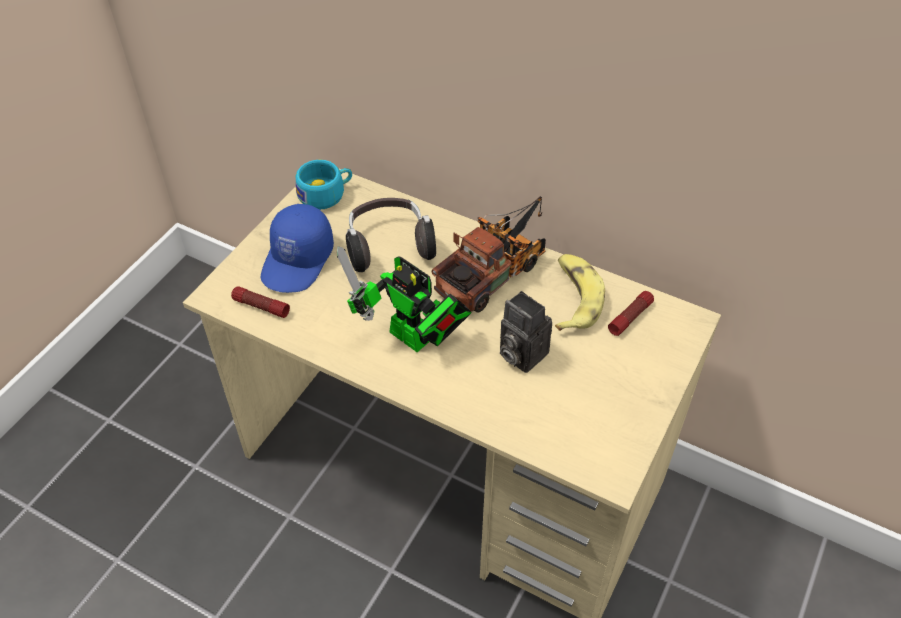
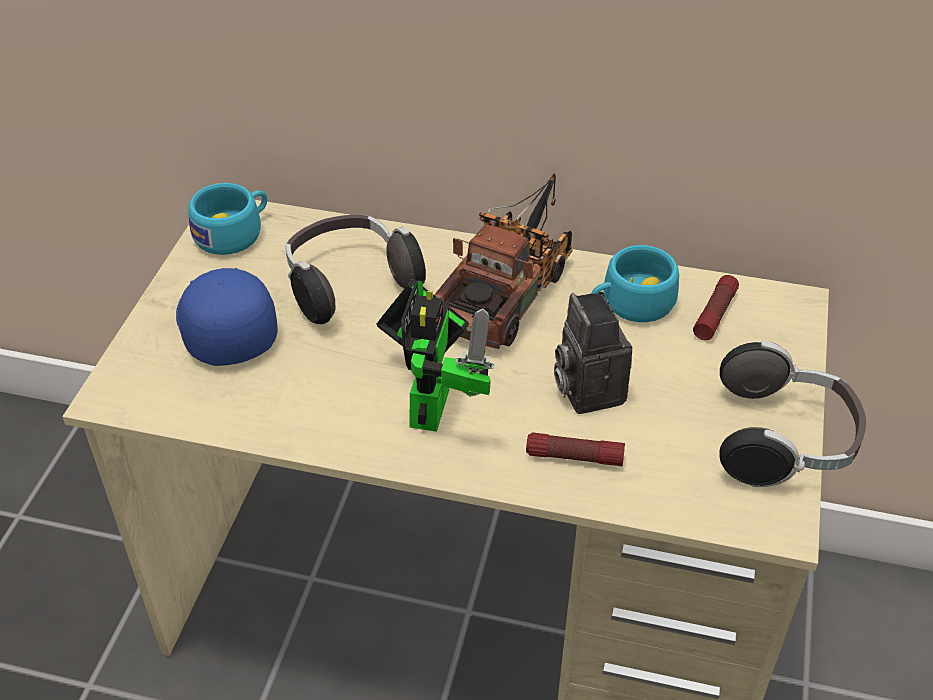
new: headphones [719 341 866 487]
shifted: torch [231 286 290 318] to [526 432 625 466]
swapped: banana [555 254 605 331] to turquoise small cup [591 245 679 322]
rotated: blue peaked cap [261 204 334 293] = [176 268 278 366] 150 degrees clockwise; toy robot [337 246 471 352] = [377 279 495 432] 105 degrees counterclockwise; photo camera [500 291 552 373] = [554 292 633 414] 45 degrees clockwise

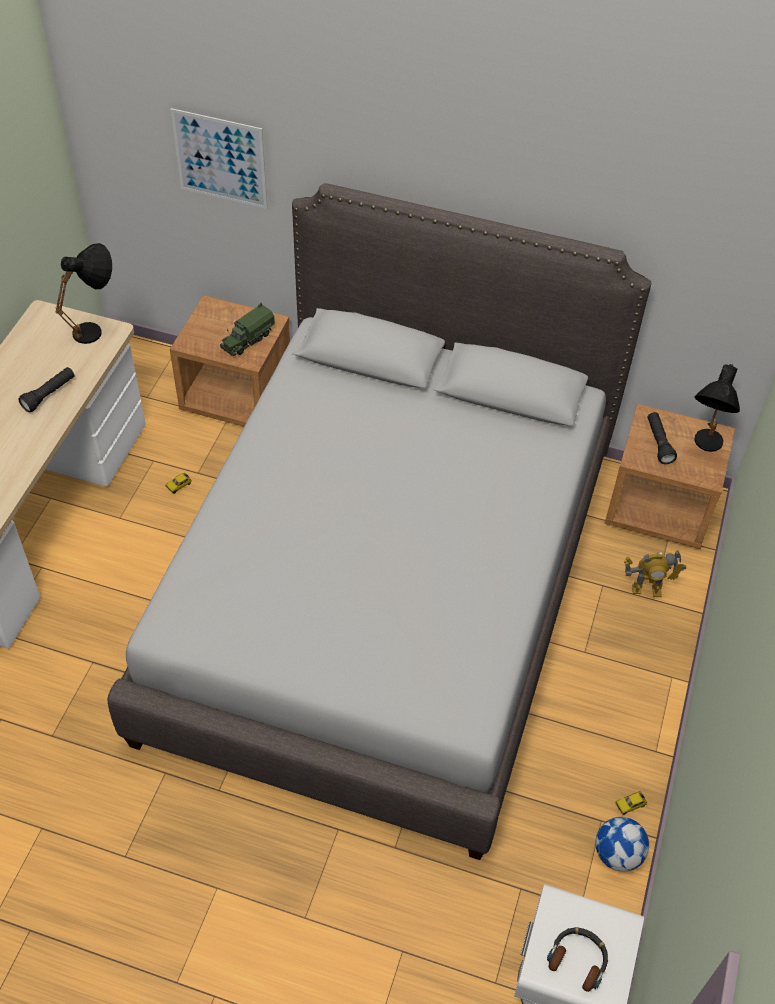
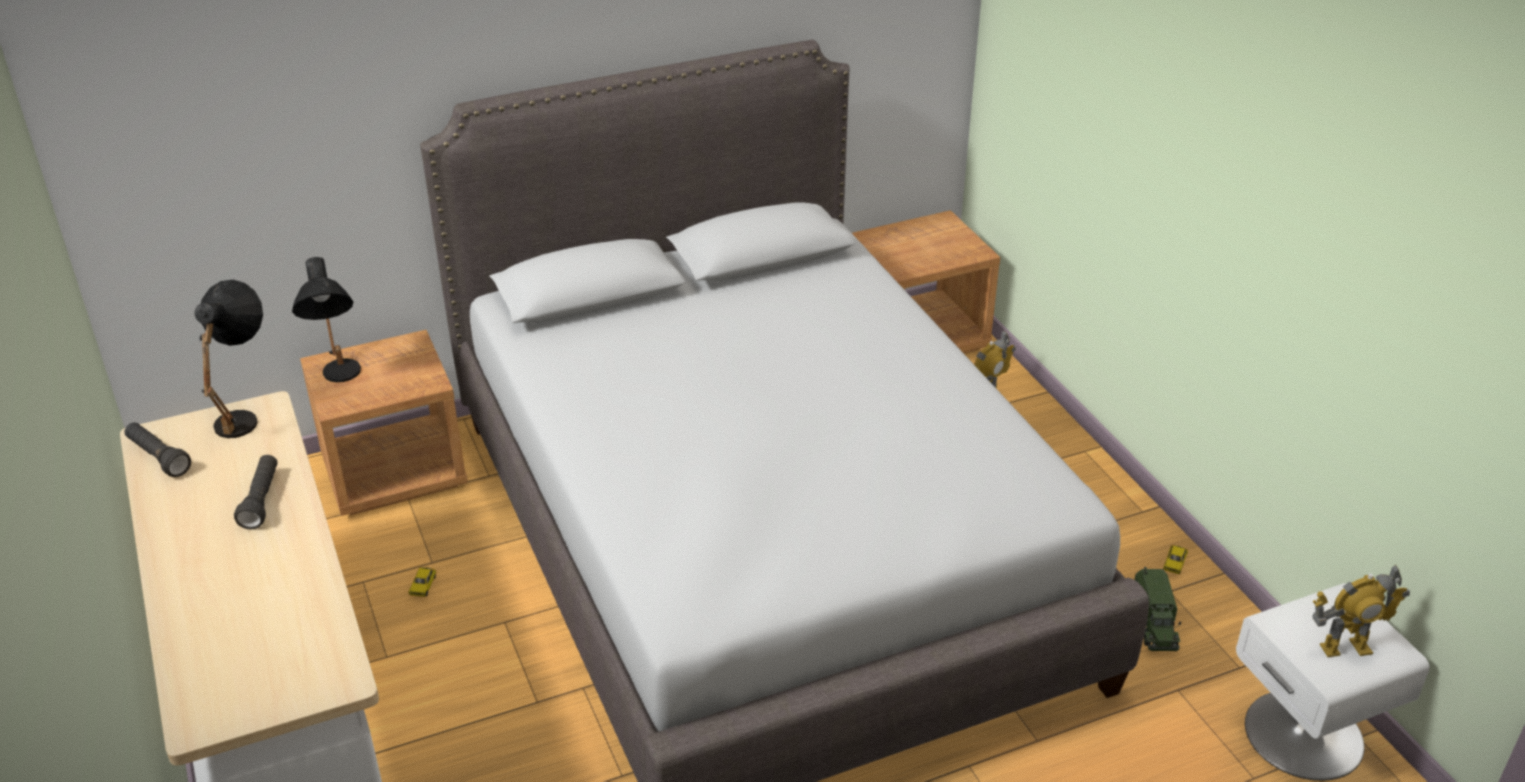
gone: wall picture [171 108 268 209]; ball for football [595 817 649 872]
shifted: model truck [220 303 275 356] to [1134 567 1181 651]; black tabletop lamp [694 364 740 452] to [292 257 361 382]; black torch [648 412 677 464] to [124 422 191 477]
swapped: headphones [547 927 608 992] to toy robot [1312 565 1410 657]

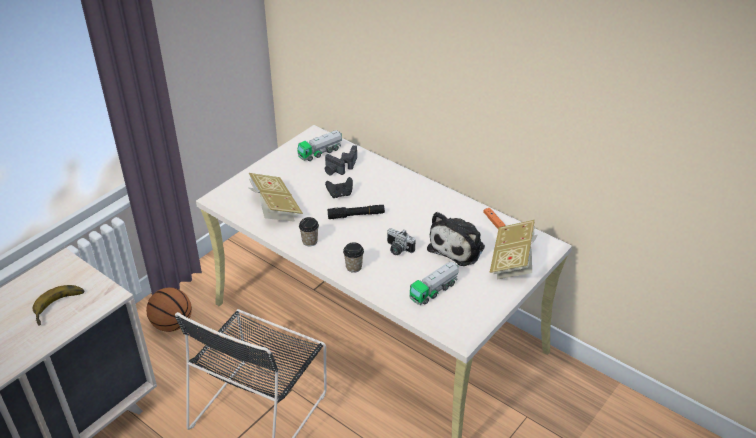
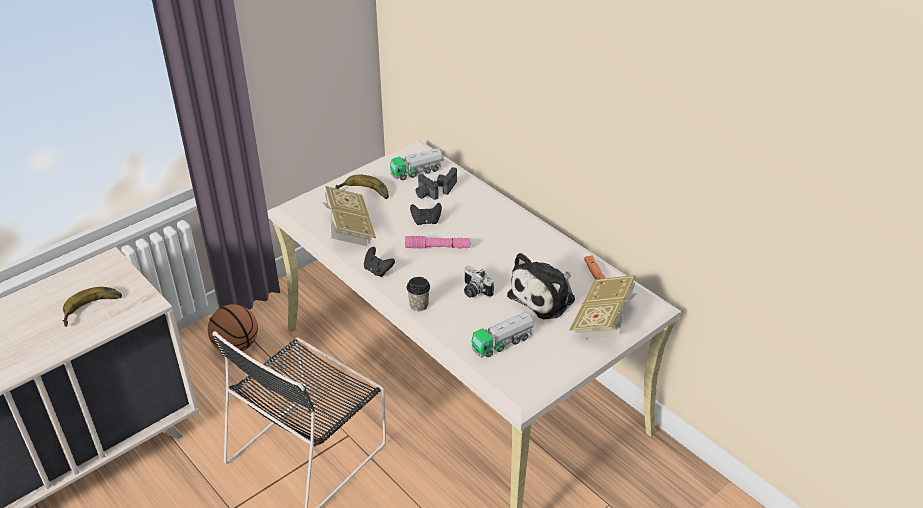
new: banana [335 175 389 199]
swapped: small cup [299 217 319 246] to black joypad [364 247 395 277]
repainted: black torch [328 205 385 219] to pinkish torch [405 236 471 249]

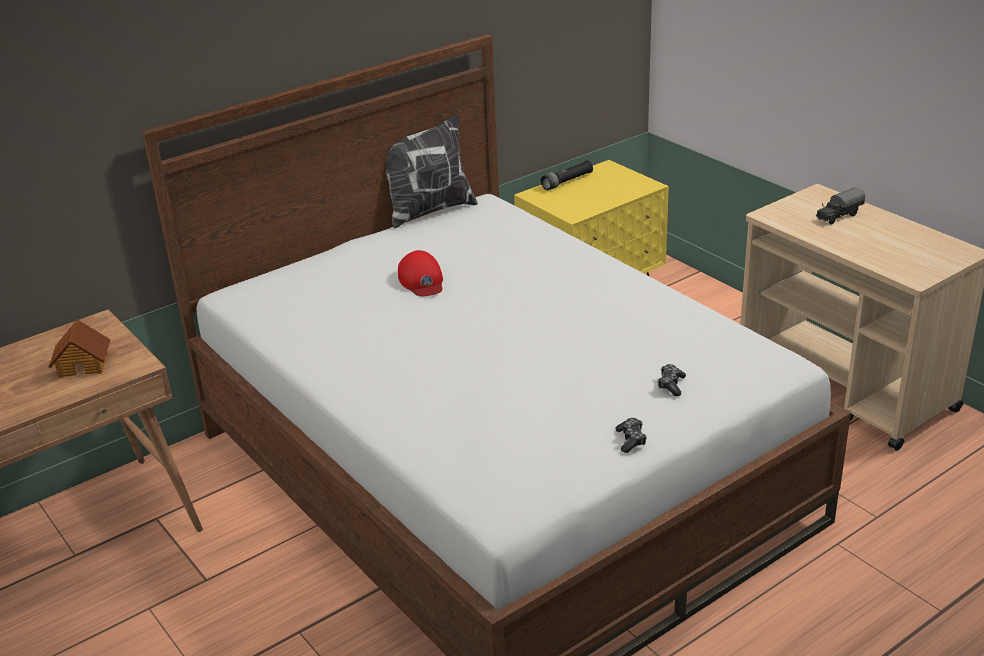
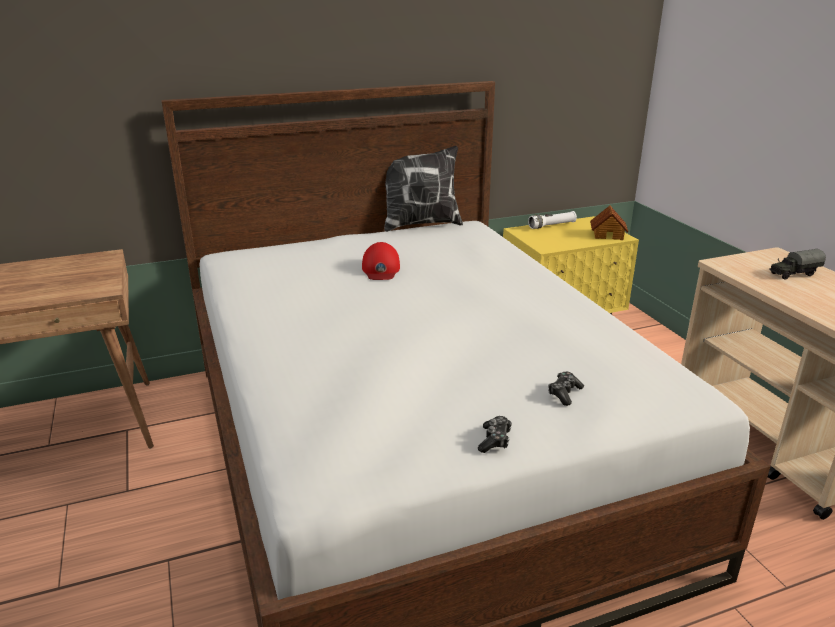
shifted: model house [48 319 110 378] to [590 205 628 240]
repainted: black torch [541 160 593 190] to white torch [528 211 577 229]

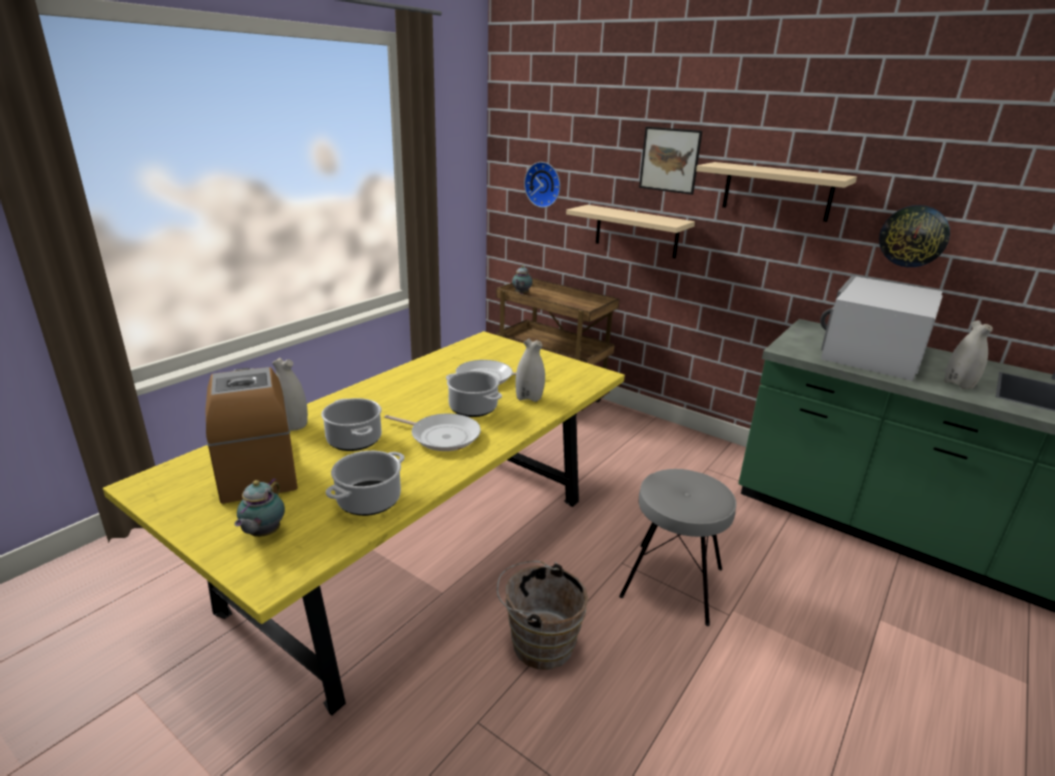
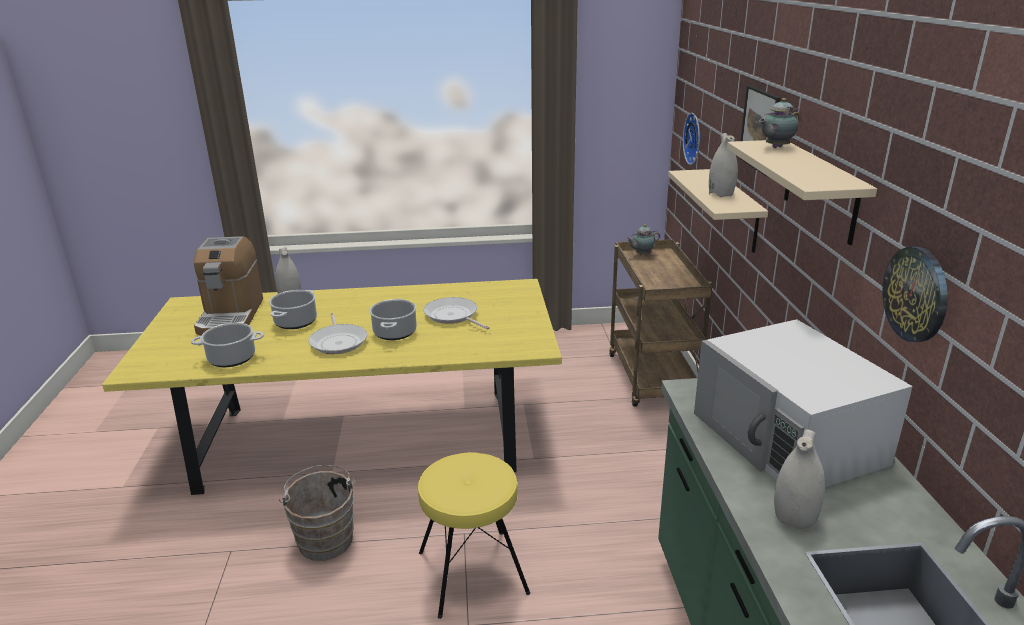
shifted: white decorative vase [515 338 545 402] to [709 133 738 197]; pot for tea [234 479 285 537] to [759 98 800 148]
repainted: greyish stool [619 469 736 626] to yellow-coloured stool [418 452 530 619]
rotated: white microwave oven [820 276 943 381] = [694 319 913 487] 105 degrees counterclockwise; coffee brewer [205 367 298 504] = [194 236 263 336] 150 degrees clockwise

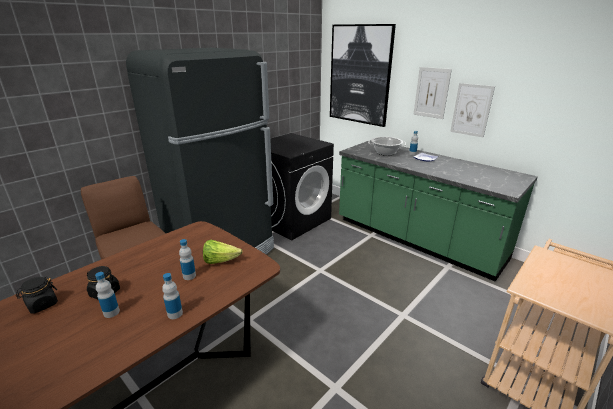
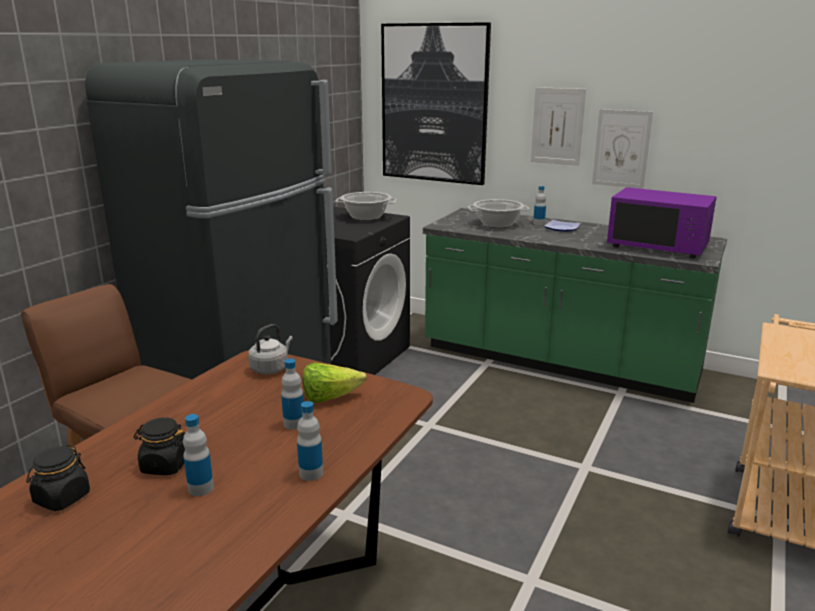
new: purple microwave oven [607 187 717 258]; cooking pot [335 192 397 221]; greyish kettle [248 324 293 374]

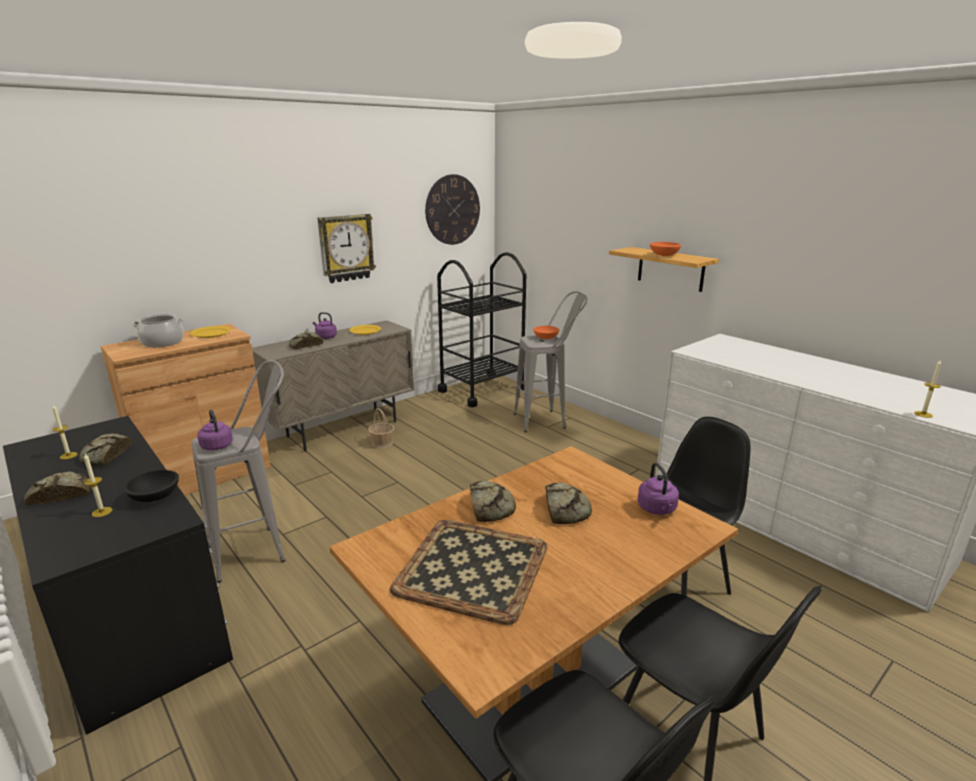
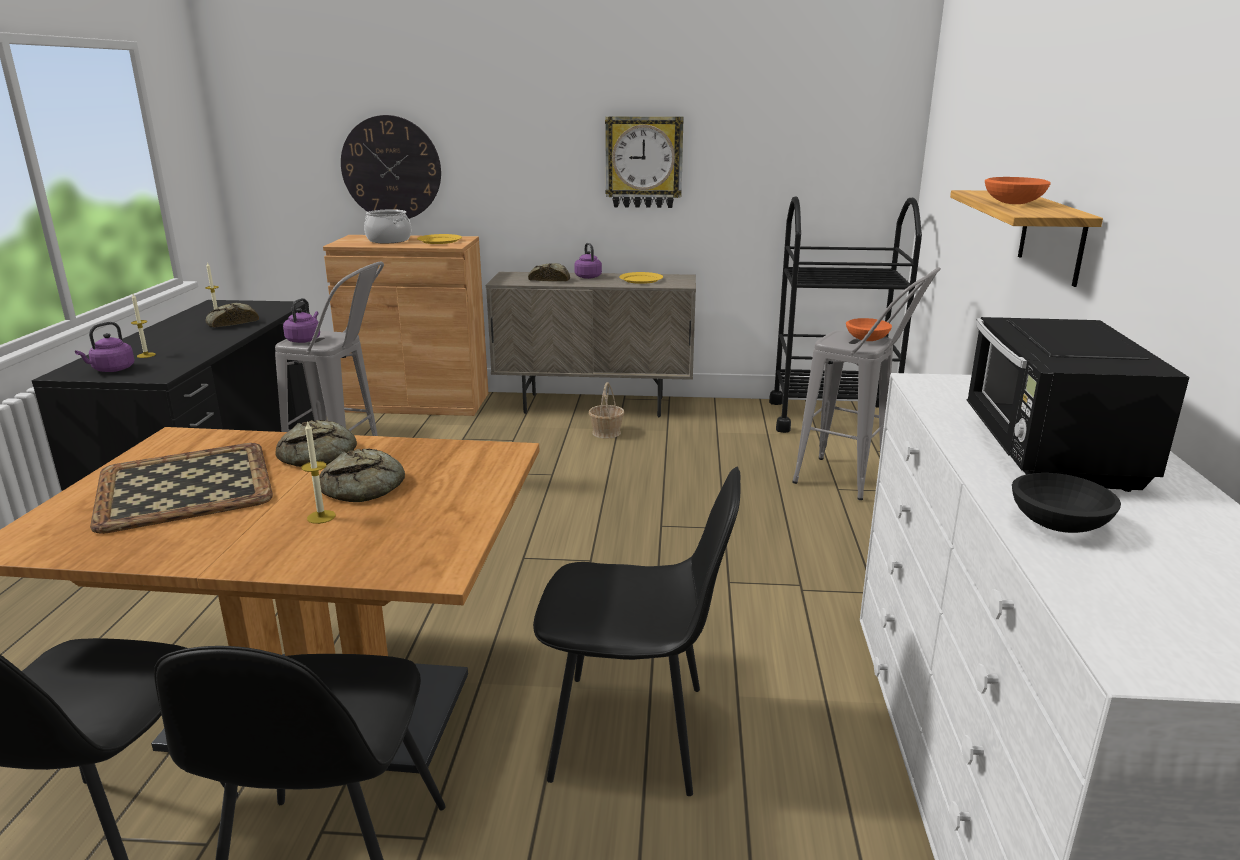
gone: bakery bread [24 471 92 506]
new: black microwave oven [967 317 1189 492]
shifted: clock on the wall [425 174 480 245] to [341 115 441 219]; wax light [914 360 941 418] to [302 421 336 524]; purple kettle [638 462 679 515] to [75 322 134 372]; black deep dish [124 470 179 502] to [1012 473 1121 533]

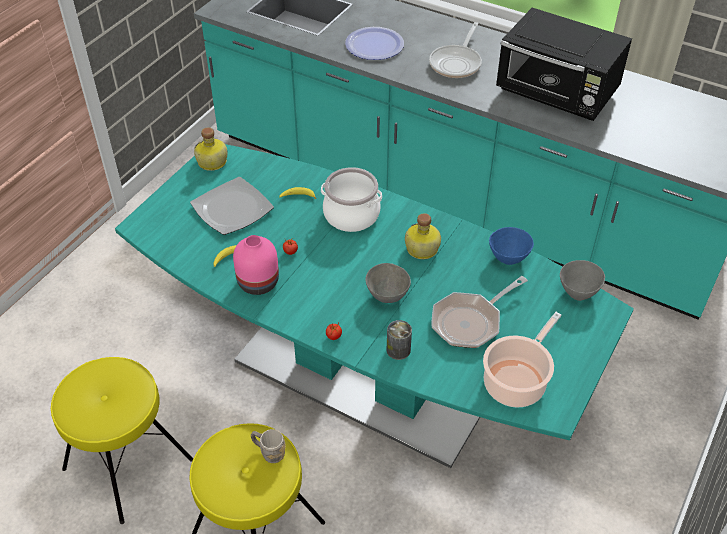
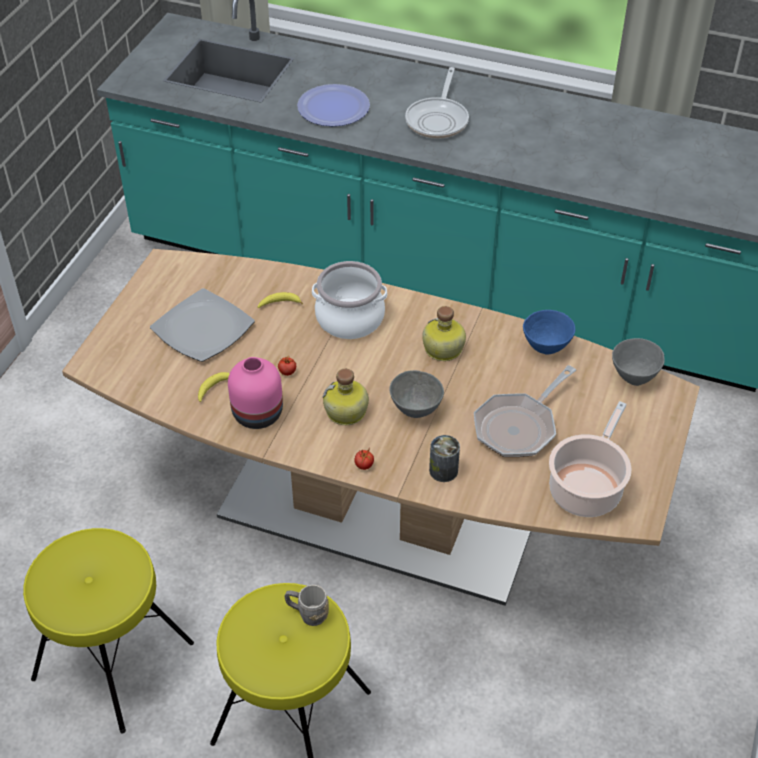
gone: black microwave oven [496 8 632 121]
shifted: bottle [194 127 228 171] to [323 369 369 425]
repainted: turquoise dining table [115 144 634 468] to brown-coloured dining table [62 249 700 606]

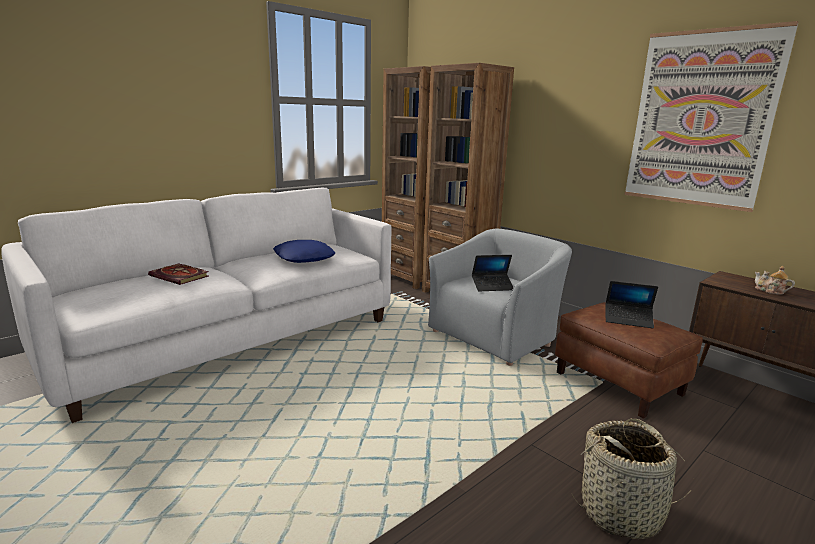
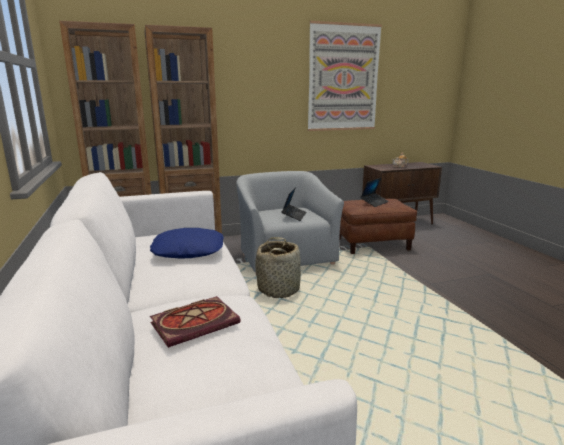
shifted: household basket [572 419 691 539] to [255 237 301 298]

